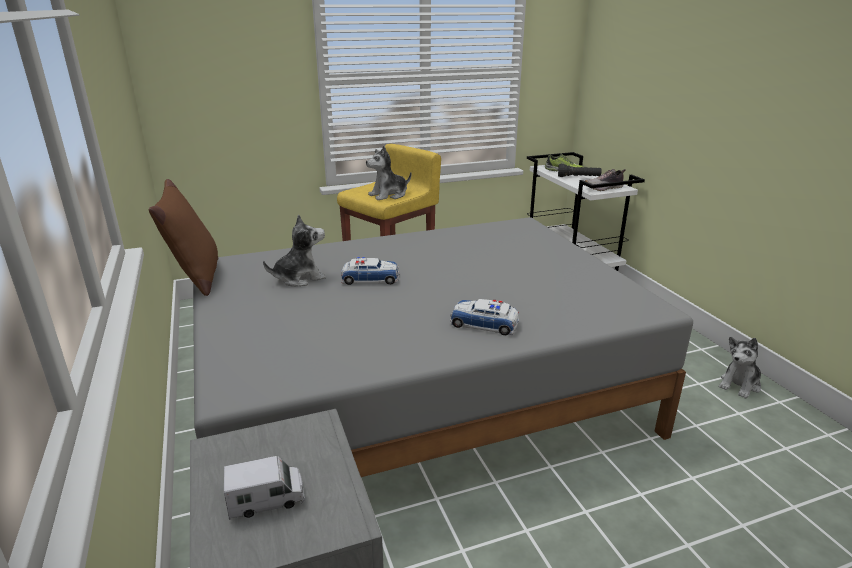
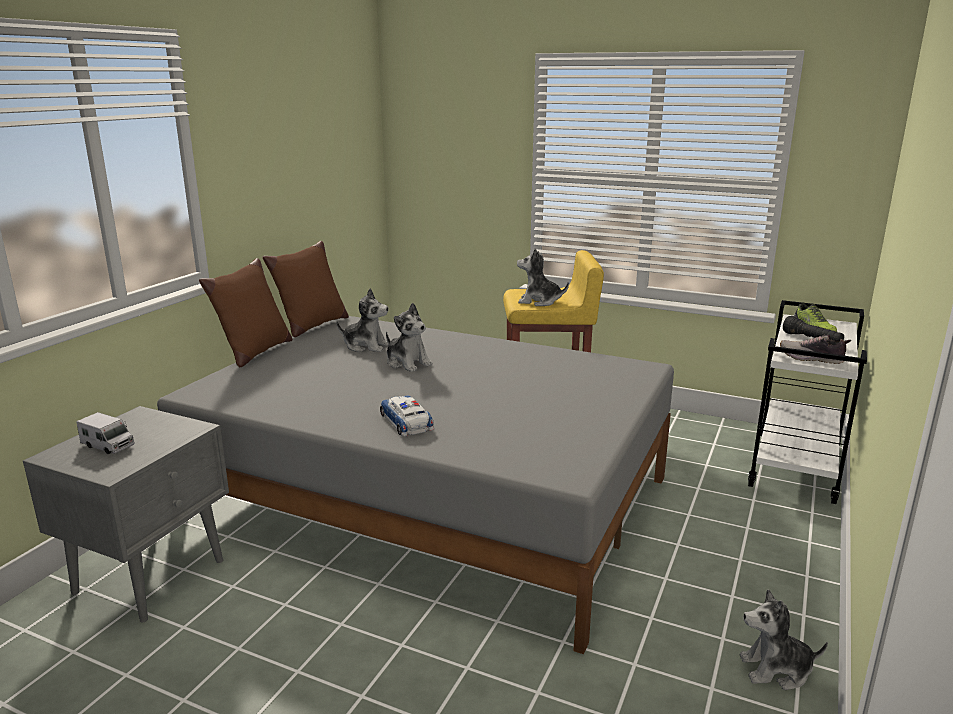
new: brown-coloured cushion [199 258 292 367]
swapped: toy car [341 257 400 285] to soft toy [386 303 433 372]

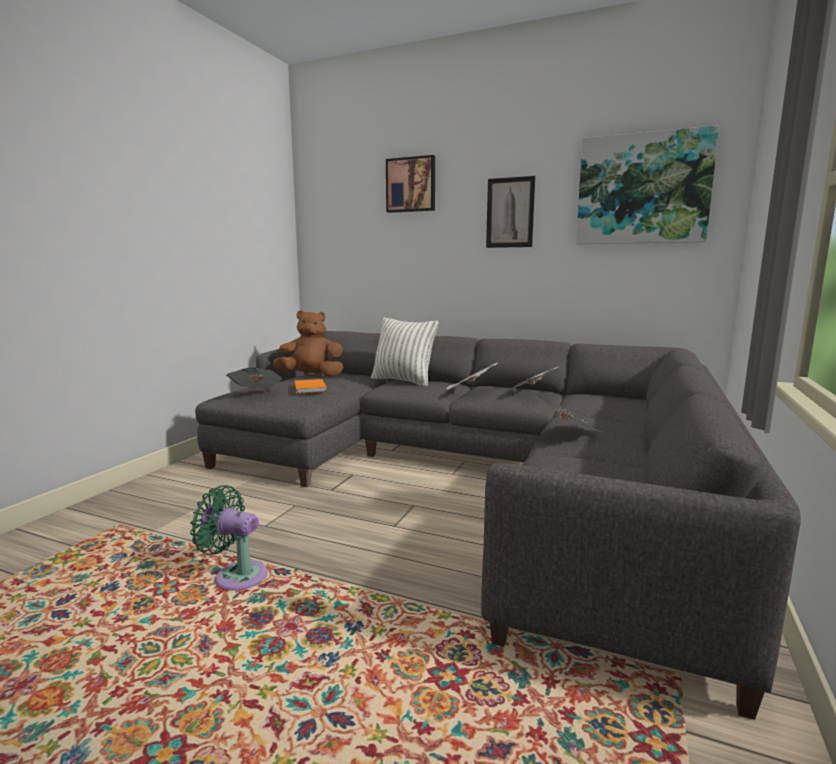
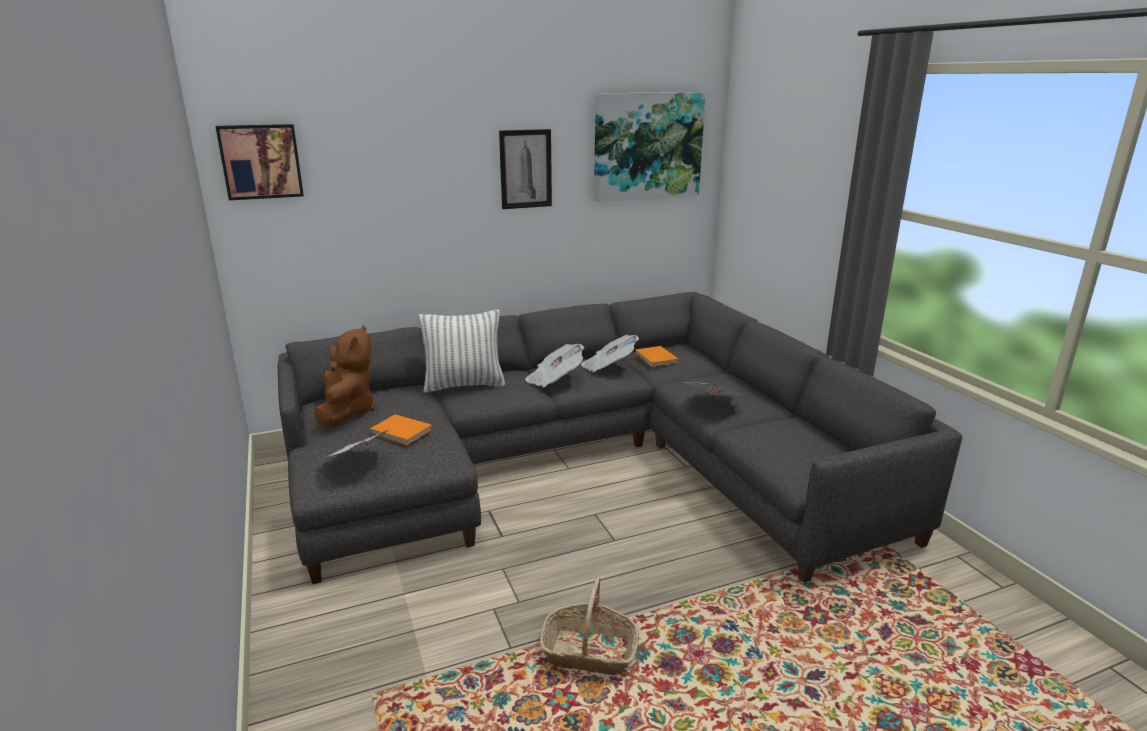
new: orangey book [635 346 679 367]
shifted: wall picture [386 155 435 213] to [215 124 304 200]
swapped: green cooling fan [190 485 268 591] to household basket [540 576 639 675]
rotated: brown-coloured soft toy [273 310 343 377] = [314 325 375 427] 135 degrees clockwise

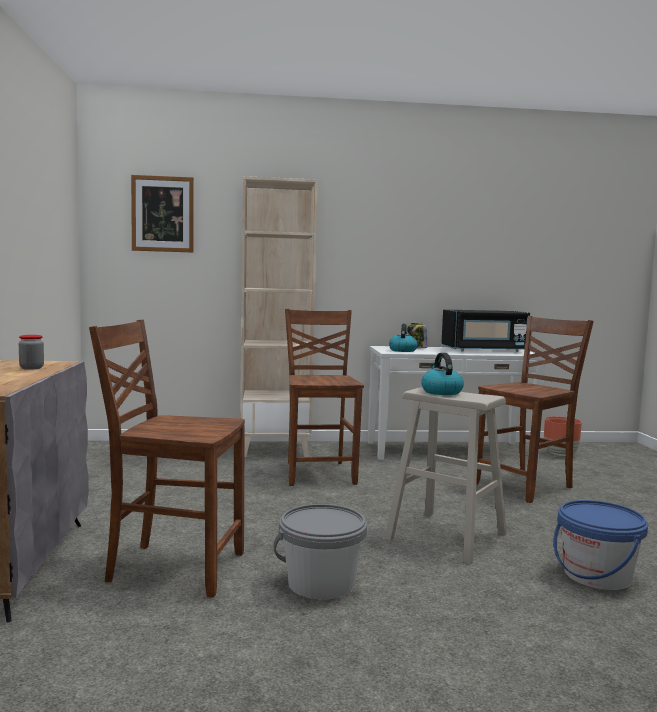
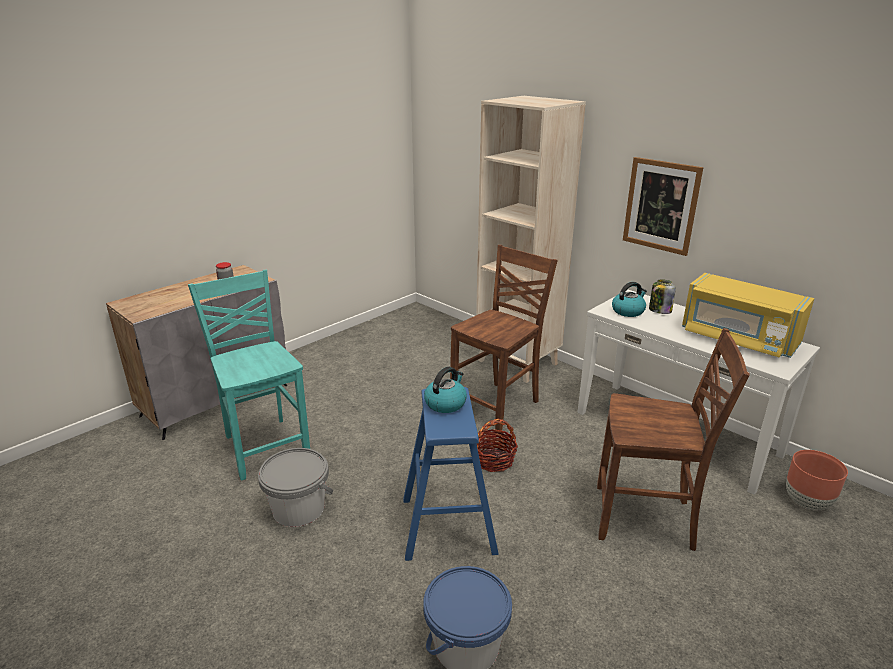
new: household basket [477 419 518 472]
shifted: wall picture [131 175 194 253] to [623 157 703 256]
repainted: black microwave oven [441 310 530 352] to yellow-coloured microwave oven [682 273 814 358]; brown-coloured plain chair [89 320 245 597] to turquoise plain chair [188 270 310 481]; beige-coloured stool [384 387 507 564] to blue stool [403 387 499 561]

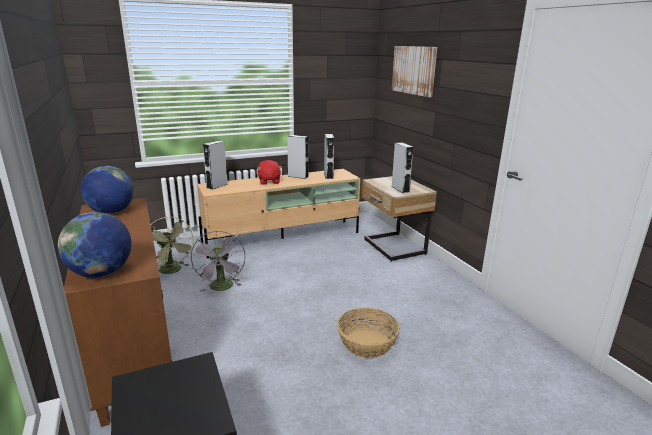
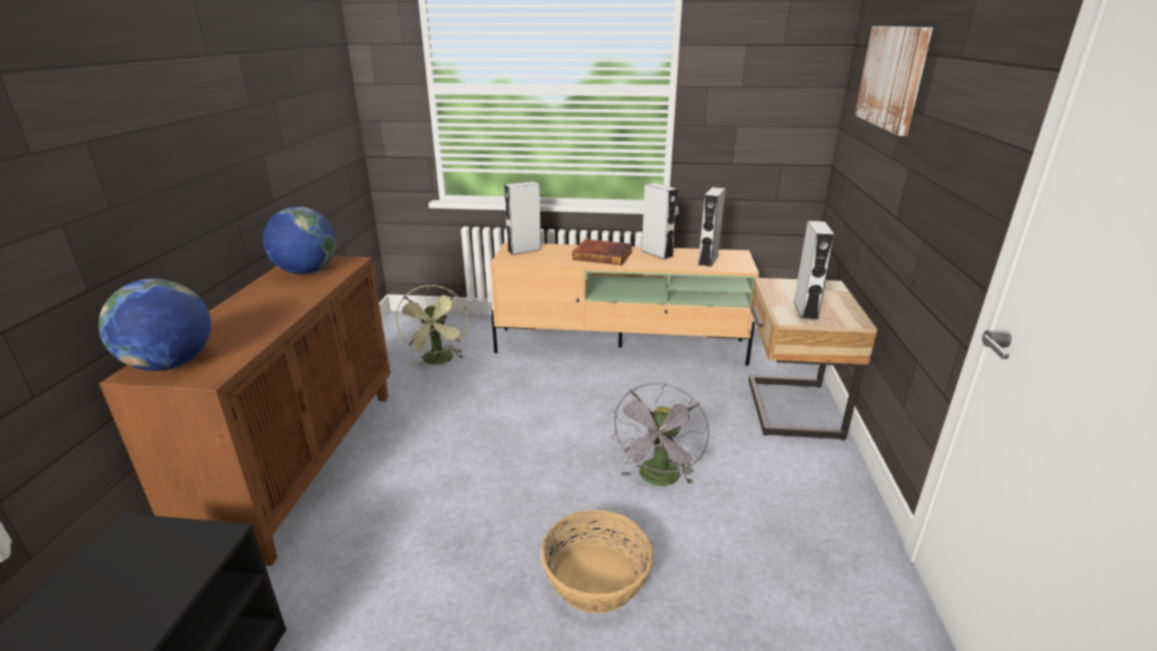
shifted: greyish cooling fan [191 231 245 292] to [611 383 709 486]
swapped: red soft toy [257 160 282 185] to book [573 239 632 265]

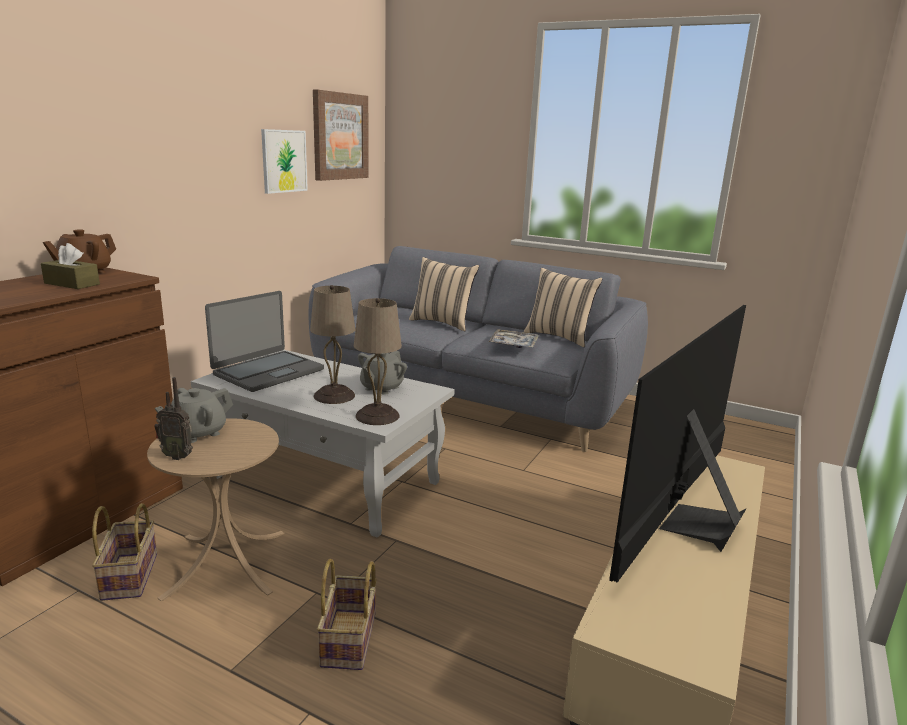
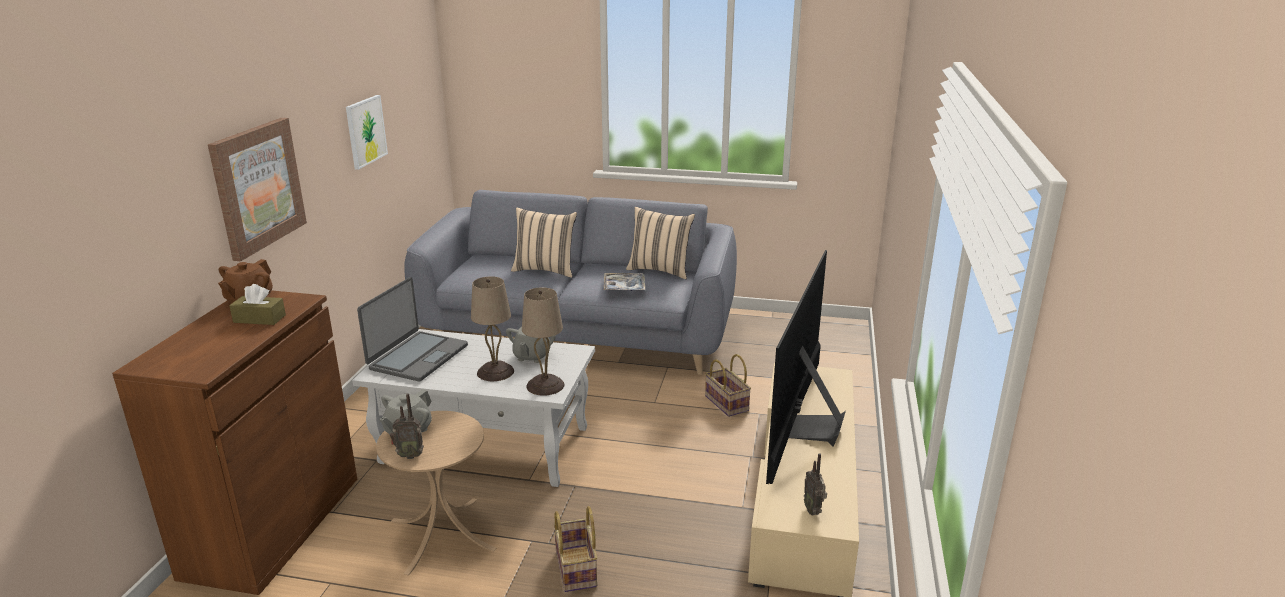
new: radio set [804 453 827 516]
shifted: wall picture [313 89 369 181] to [208 118 307 261]; household basket [92 504 157 601] to [705 354 751 417]

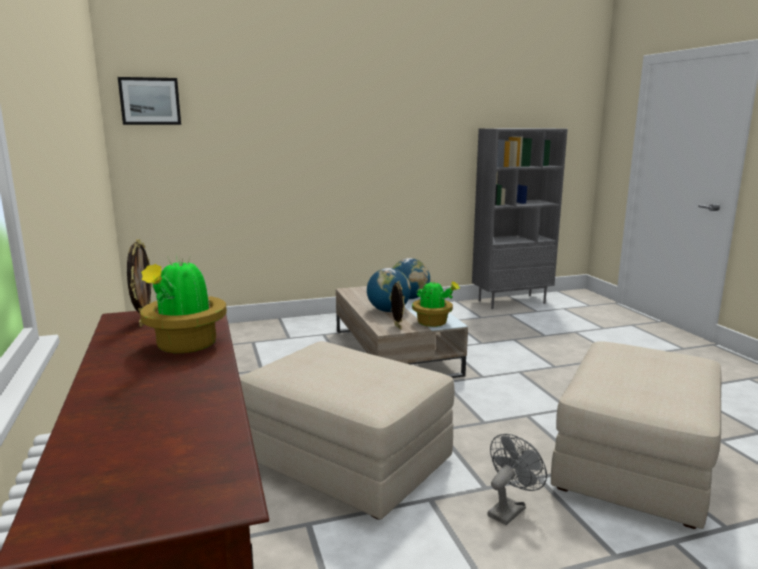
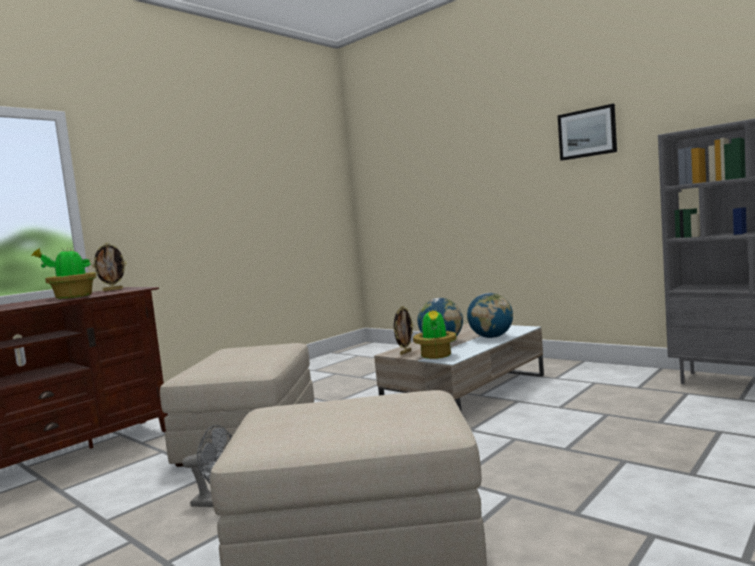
shifted: wall picture [118 77 181 125] to [558 104 617 161]

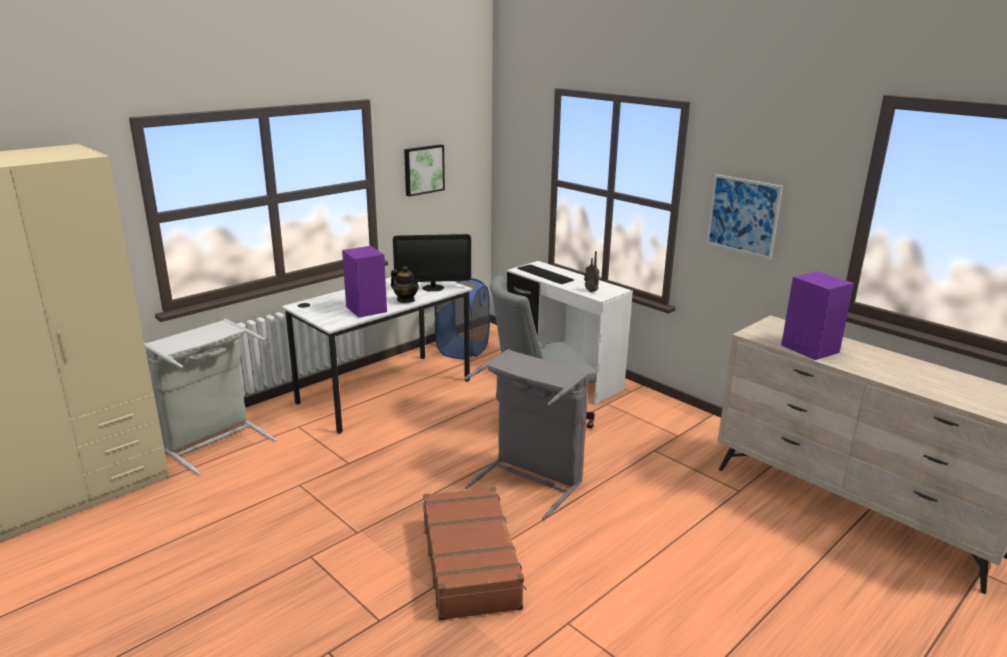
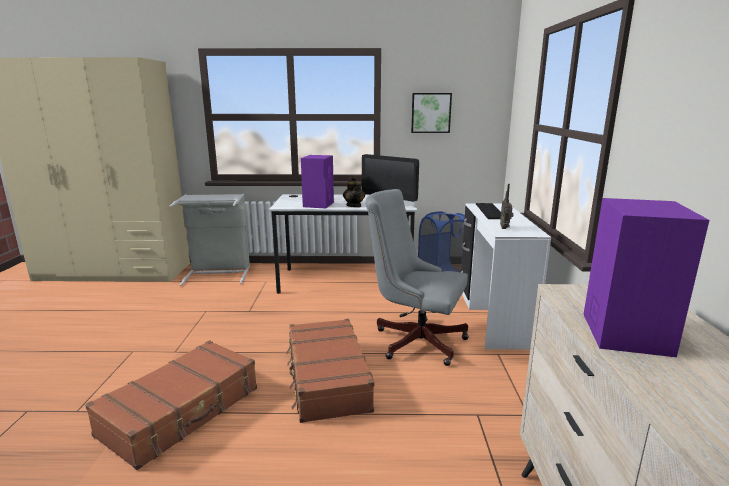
gone: wall picture [706 174 783 259]
swapped: greyish laundry basket [464 349 590 520] to brown-coloured piece of luggage [286 319 375 423]

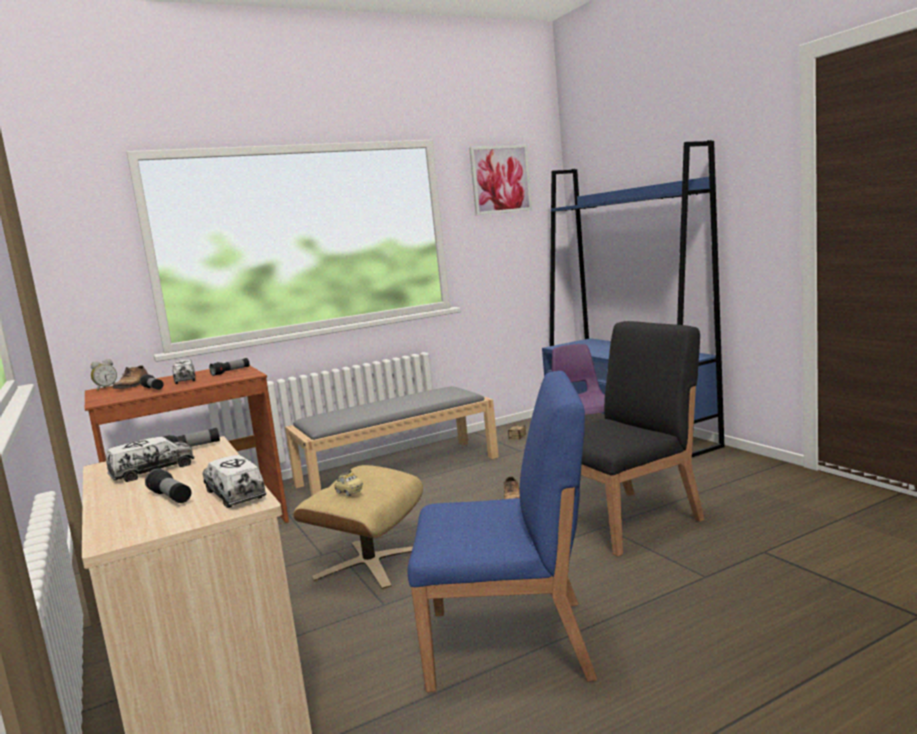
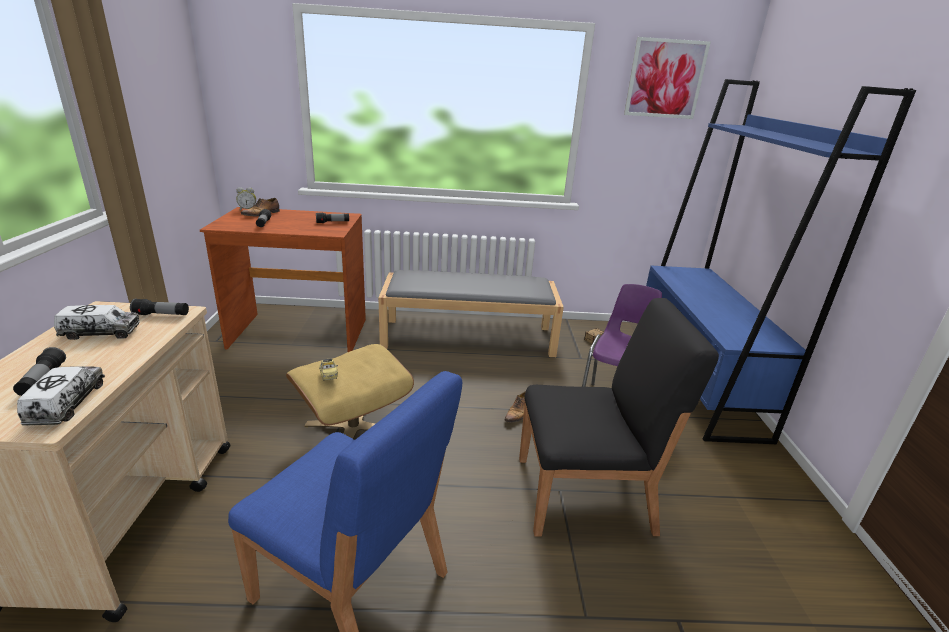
gone: model truck [173 360 195 384]

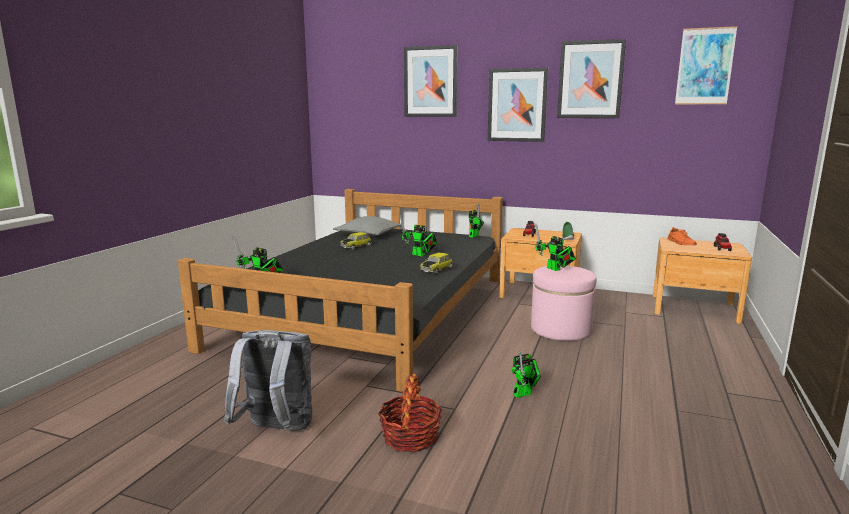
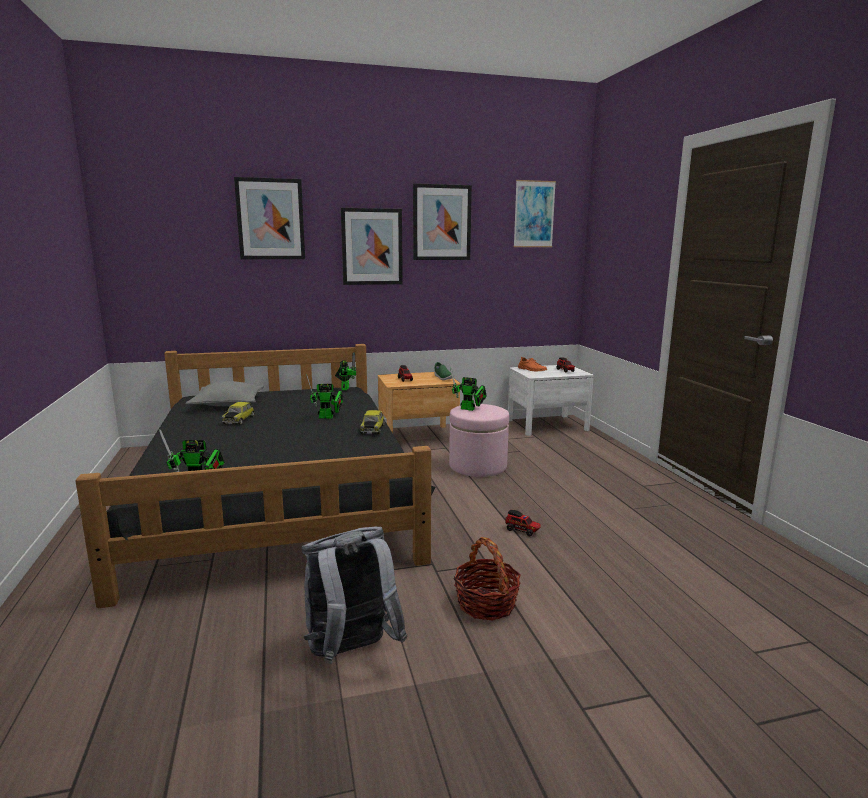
swapped: toy robot [512 351 541 398] to model truck [505 510 541 537]
repainted: brown-coloured night table [653 238 752 324] to white night table [508 365 594 436]

